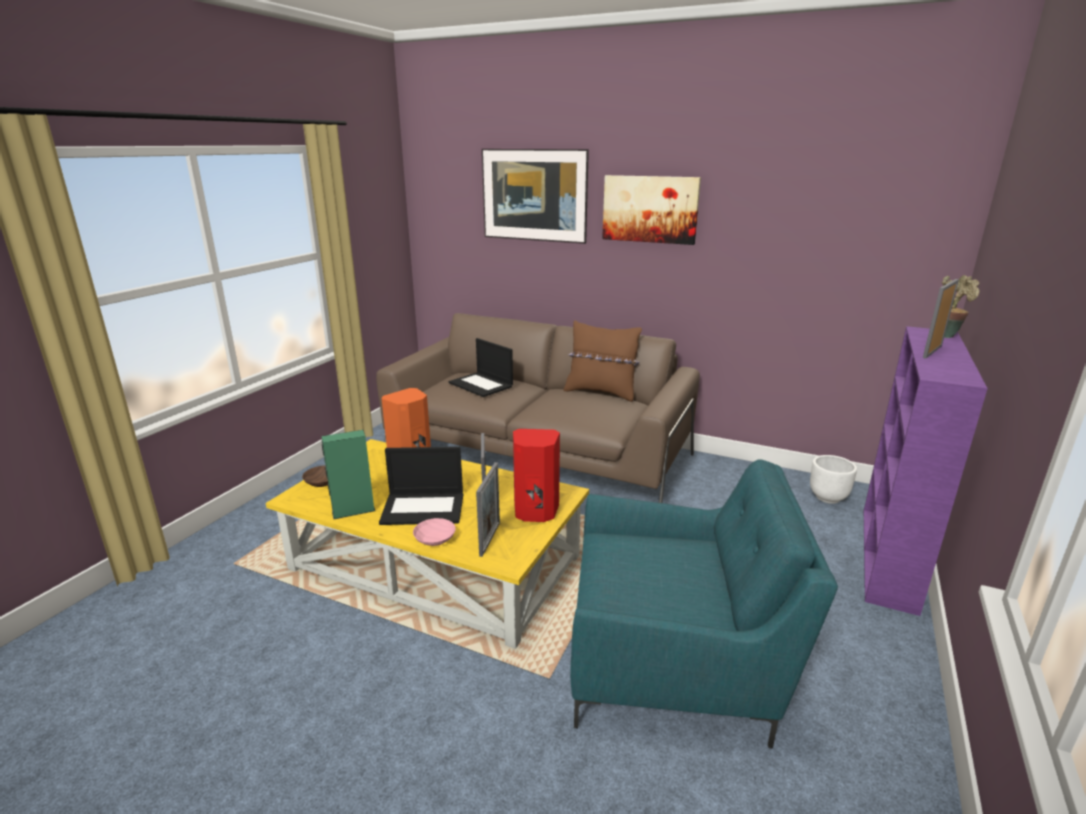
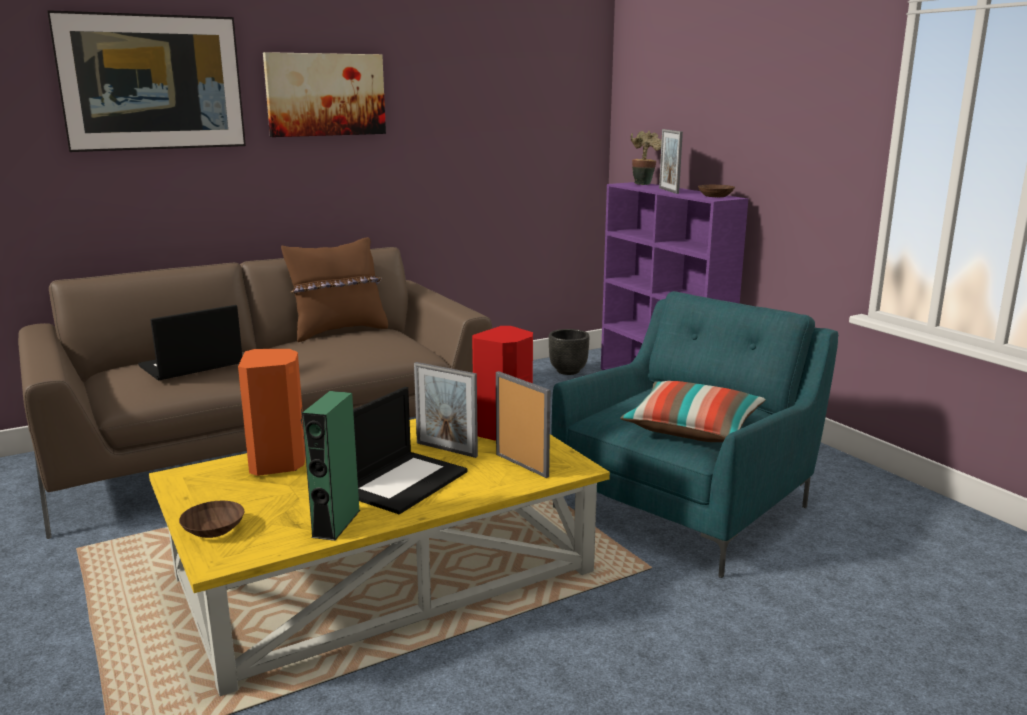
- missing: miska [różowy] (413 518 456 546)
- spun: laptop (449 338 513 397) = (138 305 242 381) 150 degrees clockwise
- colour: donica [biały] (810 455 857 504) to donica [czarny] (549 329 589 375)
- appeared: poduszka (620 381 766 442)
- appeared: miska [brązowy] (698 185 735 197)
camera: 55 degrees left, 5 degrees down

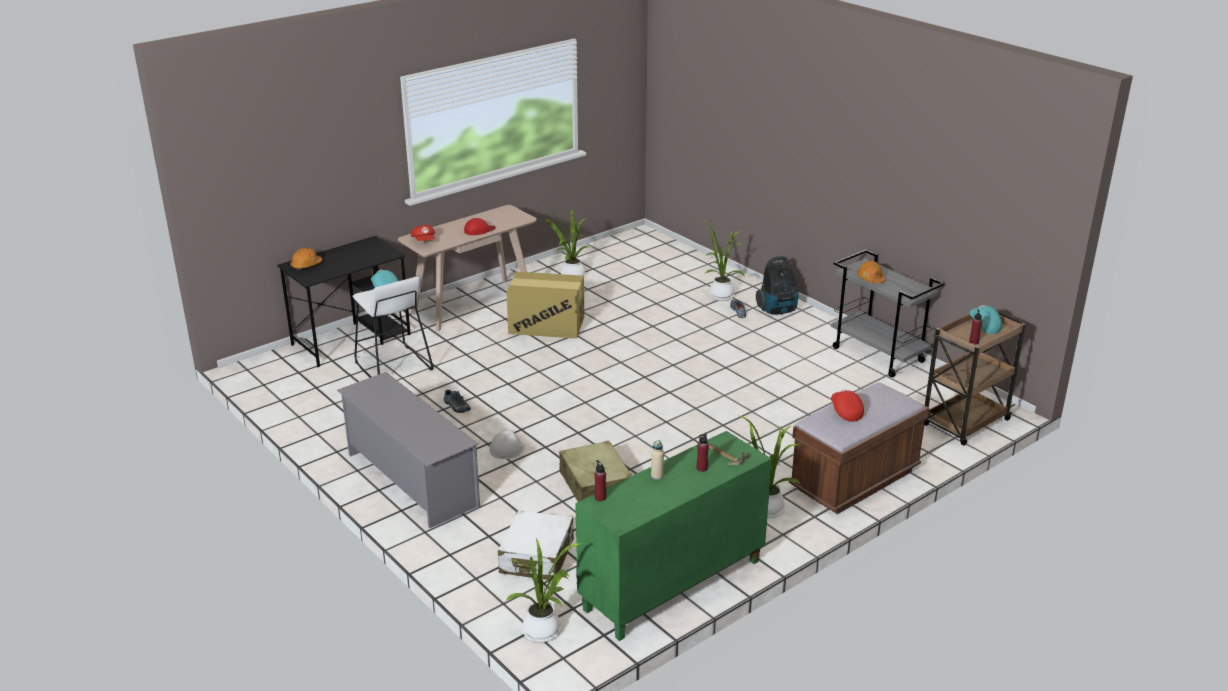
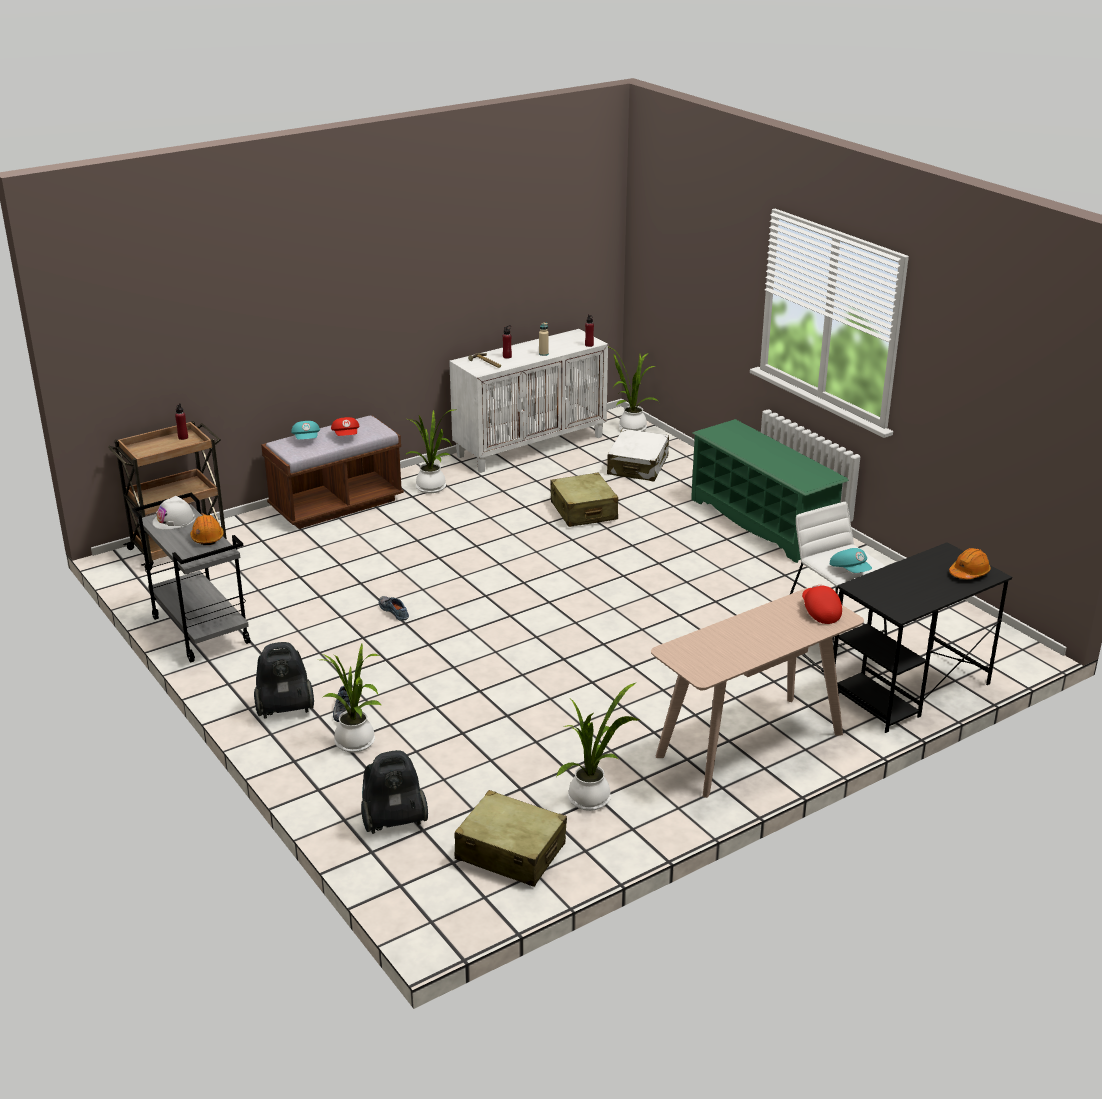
- colour: regał na buty [szary] (337 372 480 528) to regał na buty [zielony] (691 419 849 563)
- relocated: but (444 390 471 413) to (379 596 409 621)
- missing: czapka z daszkiem [czerwony] (464 218 496 235)
- relocated: kask [biały] (490 430 525 459) to (152 496 195 530)
- missing: karton (506 271 584 339)
- colour: szafka [zielony] (575 431 772 641) to szafka [biały] (449 329 608 473)
- relocated: czapka z daszkiem [turkusowy] (970 305 1002 334) to (291 421 320 439)
- appeared: odkurzacz (361 750 428 834)
- appeared: walizka [beżowy] (454 790 567 887)
camera: 175 degrees left, 0 degrees up

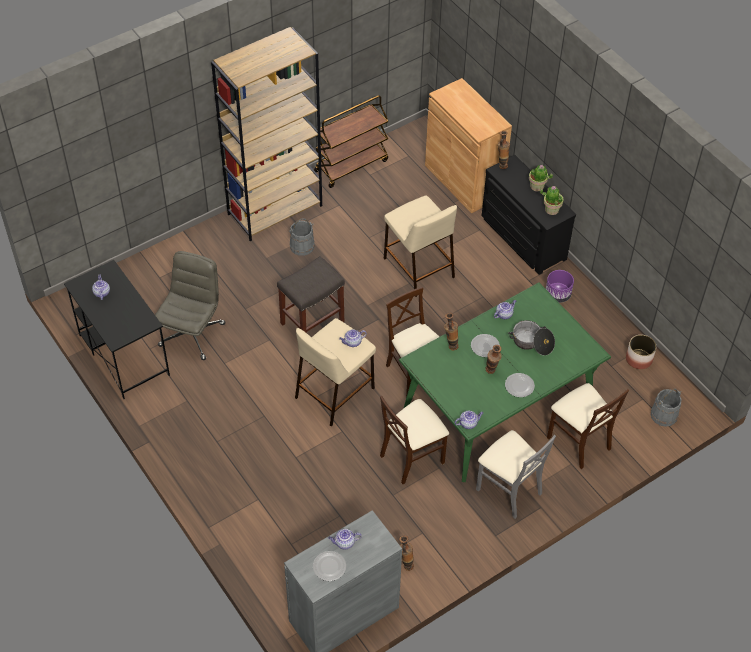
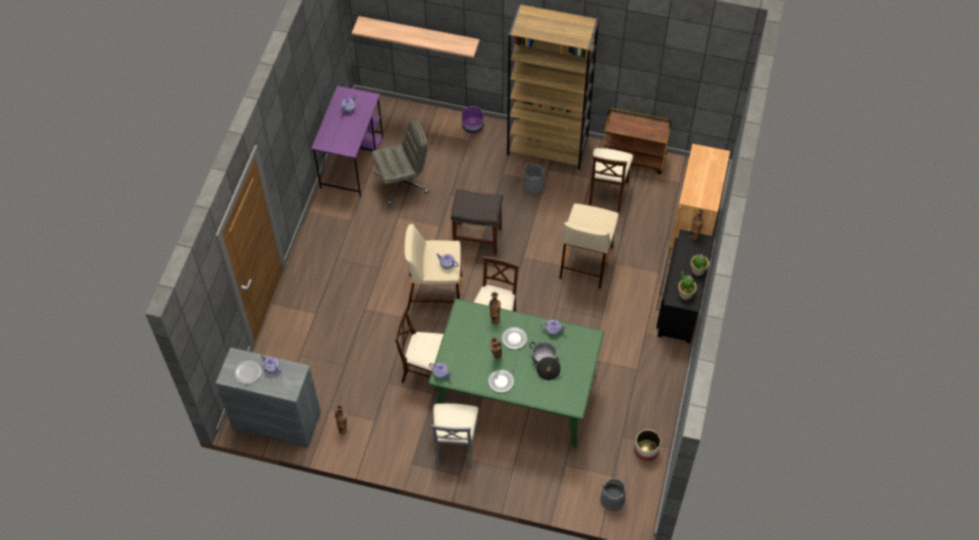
- colour: biurko [czarny] (64 260 170 399) to biurko [fioletowy] (311 86 383 197)
- relocated: donica [fioletowy] (546 270 574 303) to (462 106 484 134)
- relocated: krzesło [beżowy] (547 383 629 469) to (589 148 633 212)
- appeared: półka (352 16 480 58)
camera: 50 degrees right, 5 degrees up

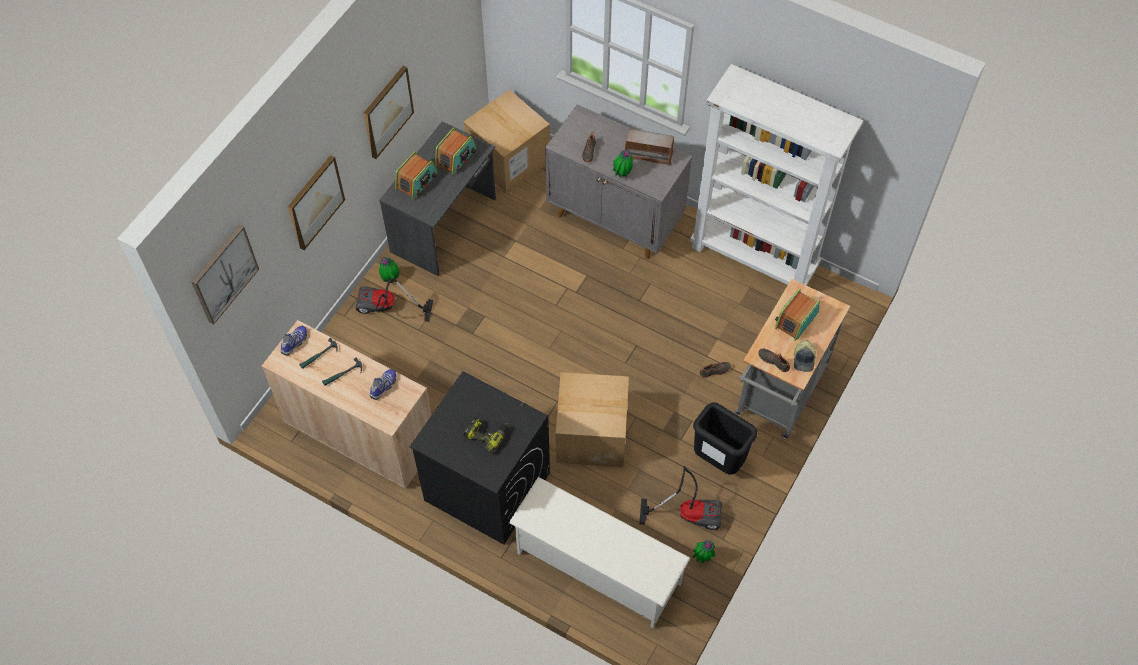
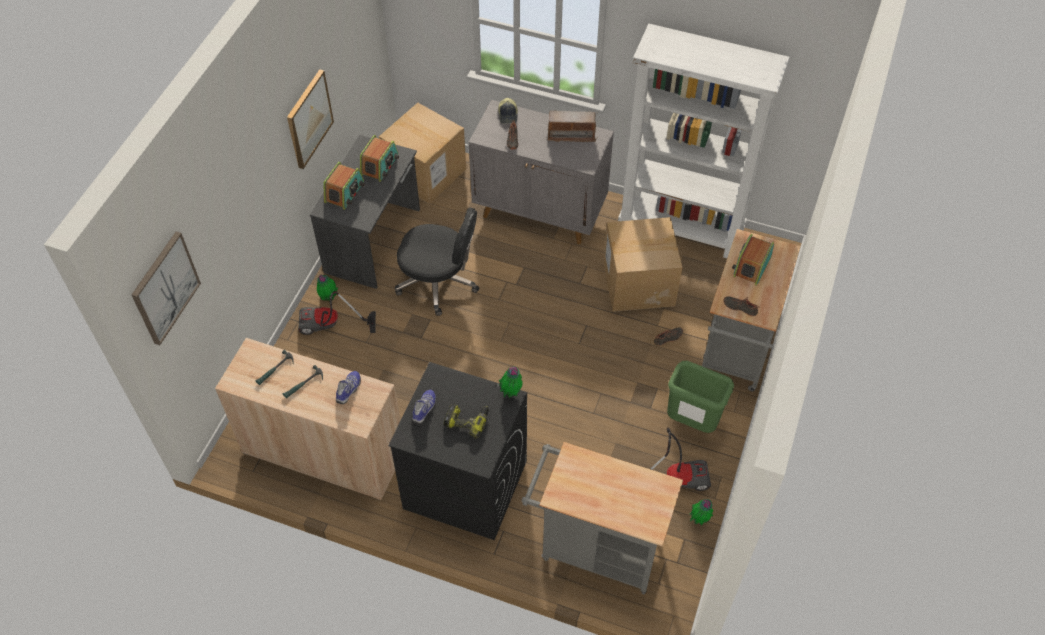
- relocated: but (281 325 307 355) to (412 389 436 424)
- missing: obraz (288 155 345 250)
- exchanged: regał na buty [biały] (509 477 690 628) to wózek [szary] (521 442 683 595)
- relocated: karton (556 372 629 467) to (603 217 683 312)
- relocated: roślina doniczkowa (613 150 633 177) to (499 366 523 399)
- colour: kosz na śmieci [czarny] (693 402 757 475) to kosz na śmieci [zielony] (667 361 734 433)
- relocated: czapka z daszkiem (794 340 816 372) to (498 98 518 123)
- appeared: krzesło biurowe [czarny] (395 207 479 316)
camera: 10 degrees left, 5 degrees down

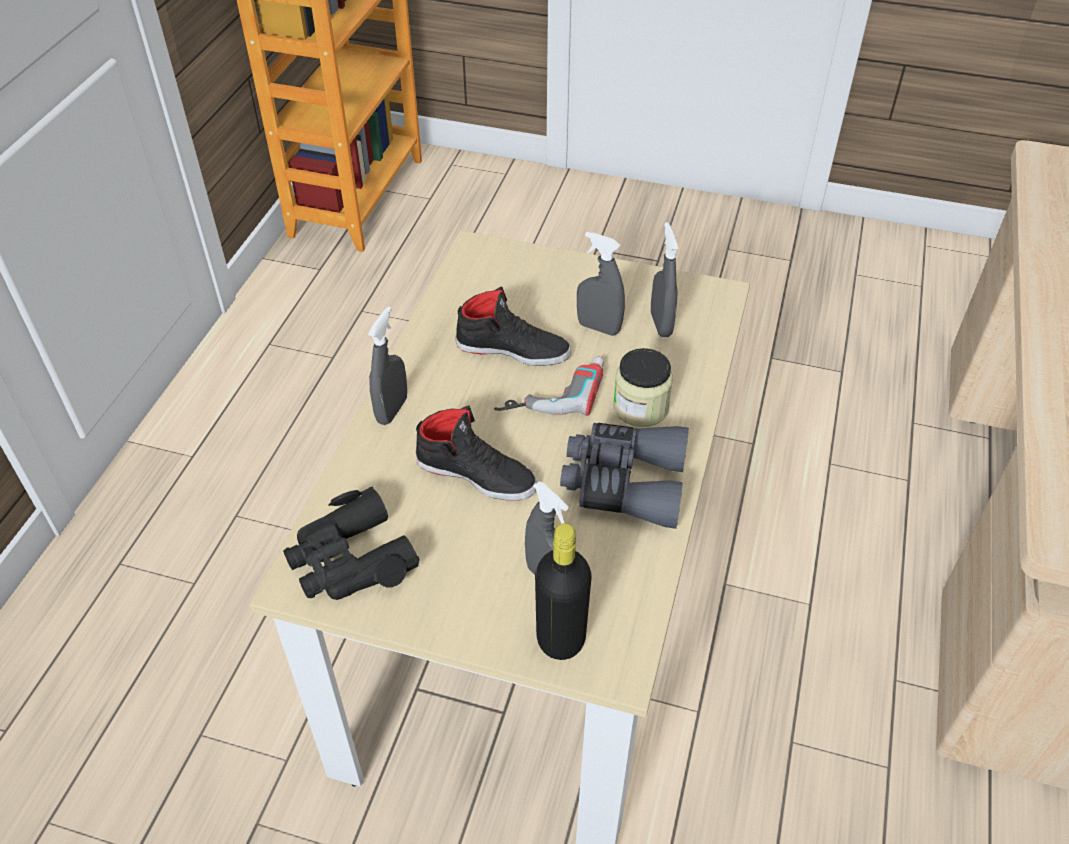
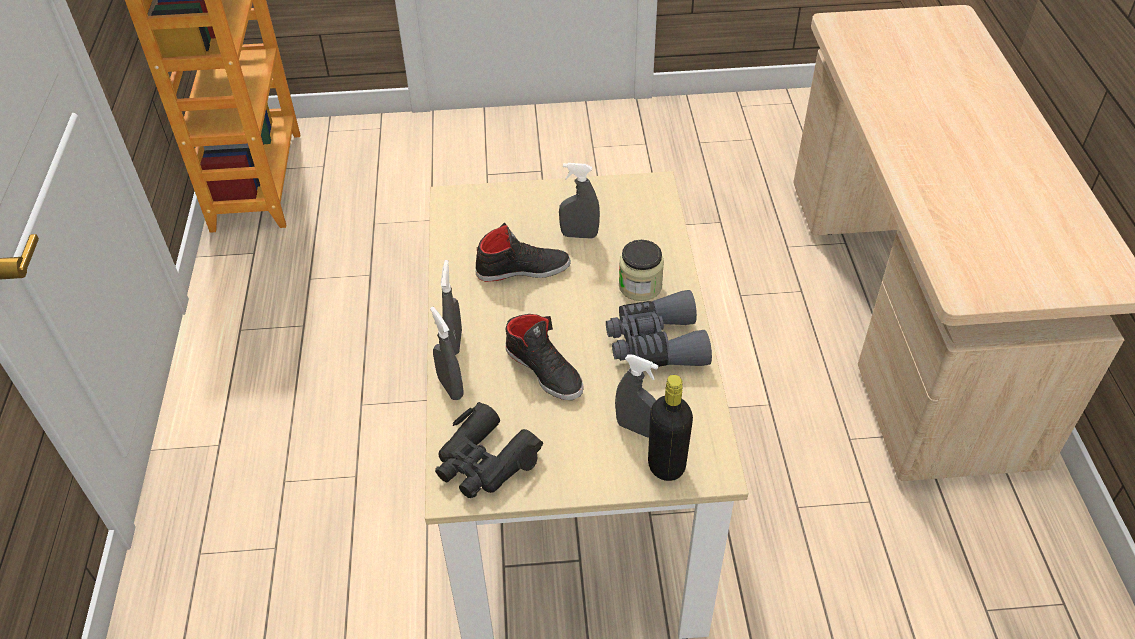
- spun: but [czarny] (415 405 537 500) = (505 314 584 400) 45 degrees clockwise
- missing: wiertarka (494 356 604 416)
- relocated: spryskiwacz [szary] (651 222 679 337) to (430 307 464 400)
camera: 20 degrees left, 0 degrees up

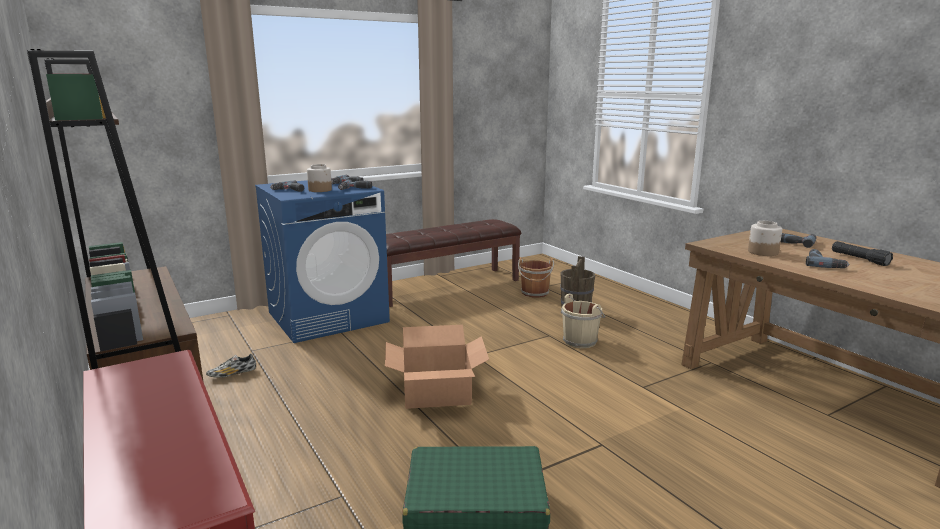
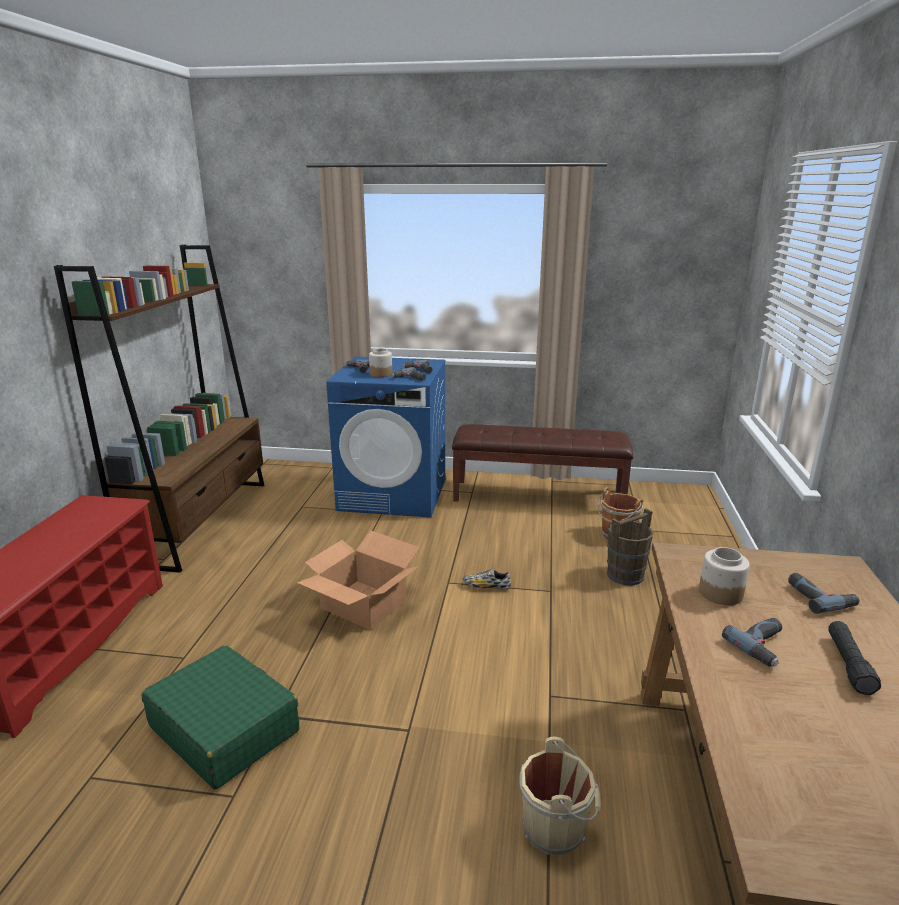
- relocated: but (206 354 256 378) to (463 569 511 590)
- relocated: wiadro [beżowy] (561 294 605 348) to (519 737 601 855)
camera: 40 degrees right, 5 degrees up

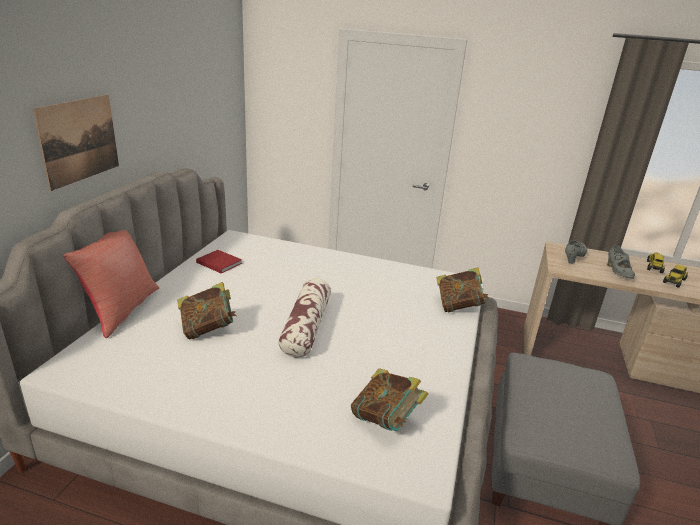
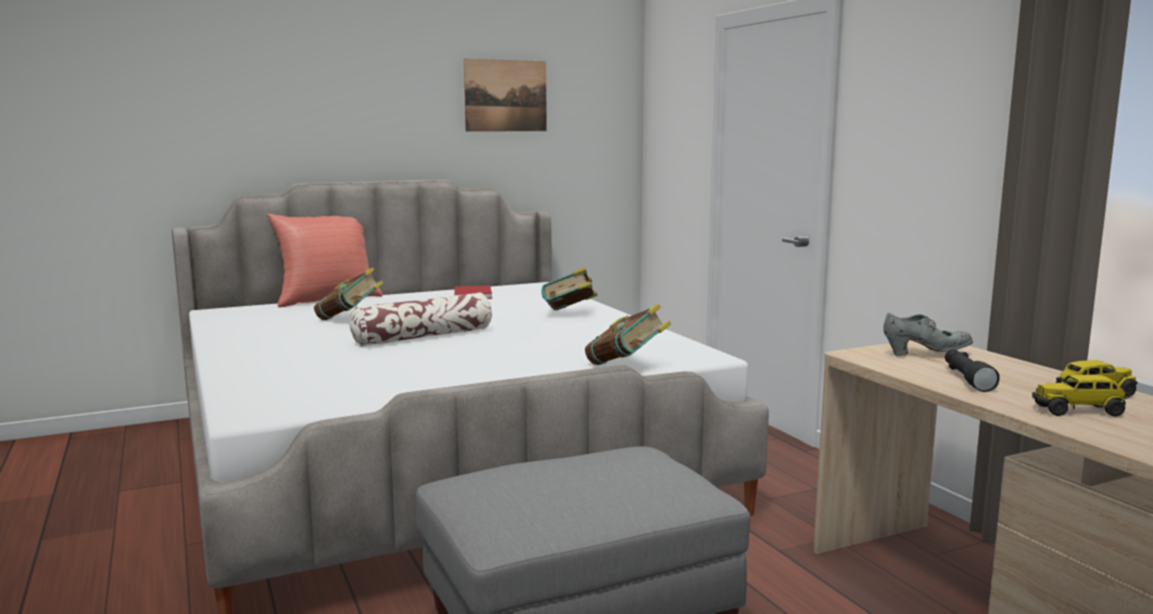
- relocated: obraz (33 94 119 191) to (464 59 547 131)
- relocated: książka (351 368 428 431) to (541 267 598 310)
- exchanged: but [szary] (607 245 635 279) to latarka [czarny] (945 349 1000 392)
camera: 50 degrees right, 15 degrees down

